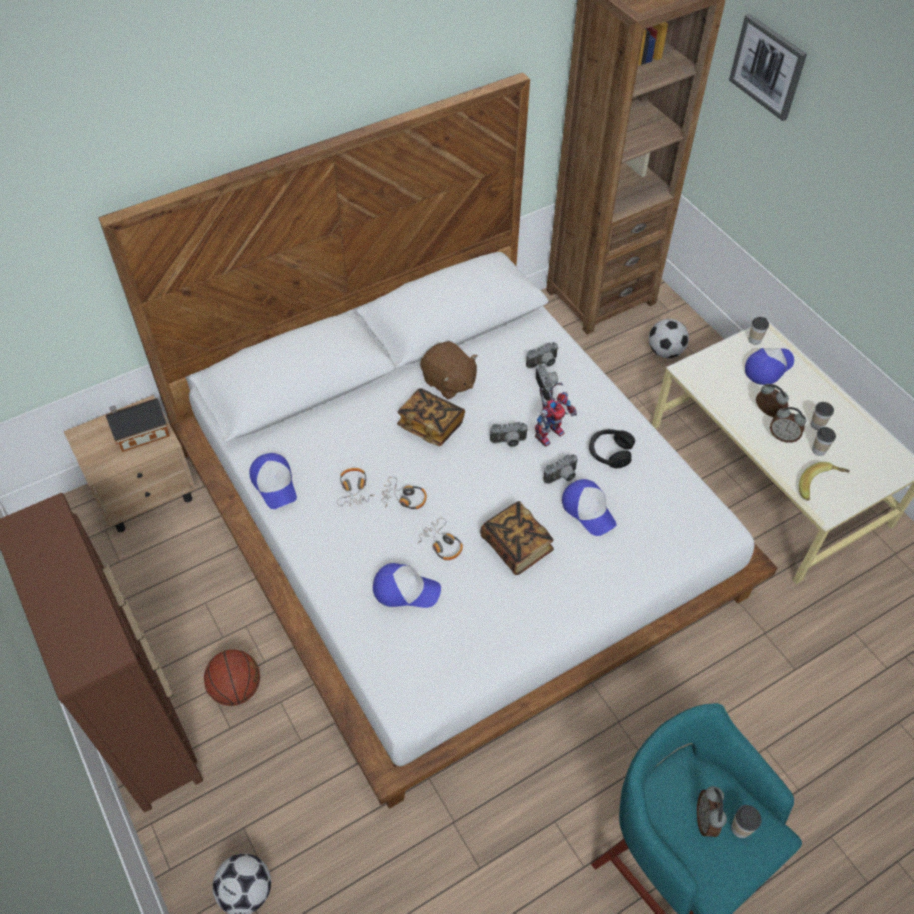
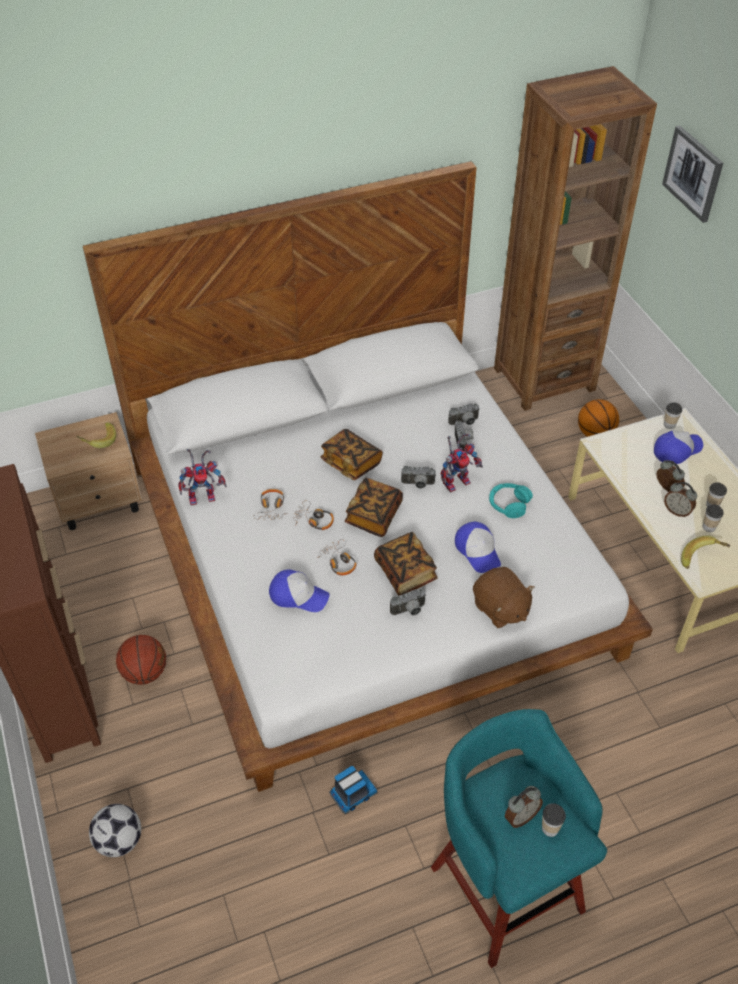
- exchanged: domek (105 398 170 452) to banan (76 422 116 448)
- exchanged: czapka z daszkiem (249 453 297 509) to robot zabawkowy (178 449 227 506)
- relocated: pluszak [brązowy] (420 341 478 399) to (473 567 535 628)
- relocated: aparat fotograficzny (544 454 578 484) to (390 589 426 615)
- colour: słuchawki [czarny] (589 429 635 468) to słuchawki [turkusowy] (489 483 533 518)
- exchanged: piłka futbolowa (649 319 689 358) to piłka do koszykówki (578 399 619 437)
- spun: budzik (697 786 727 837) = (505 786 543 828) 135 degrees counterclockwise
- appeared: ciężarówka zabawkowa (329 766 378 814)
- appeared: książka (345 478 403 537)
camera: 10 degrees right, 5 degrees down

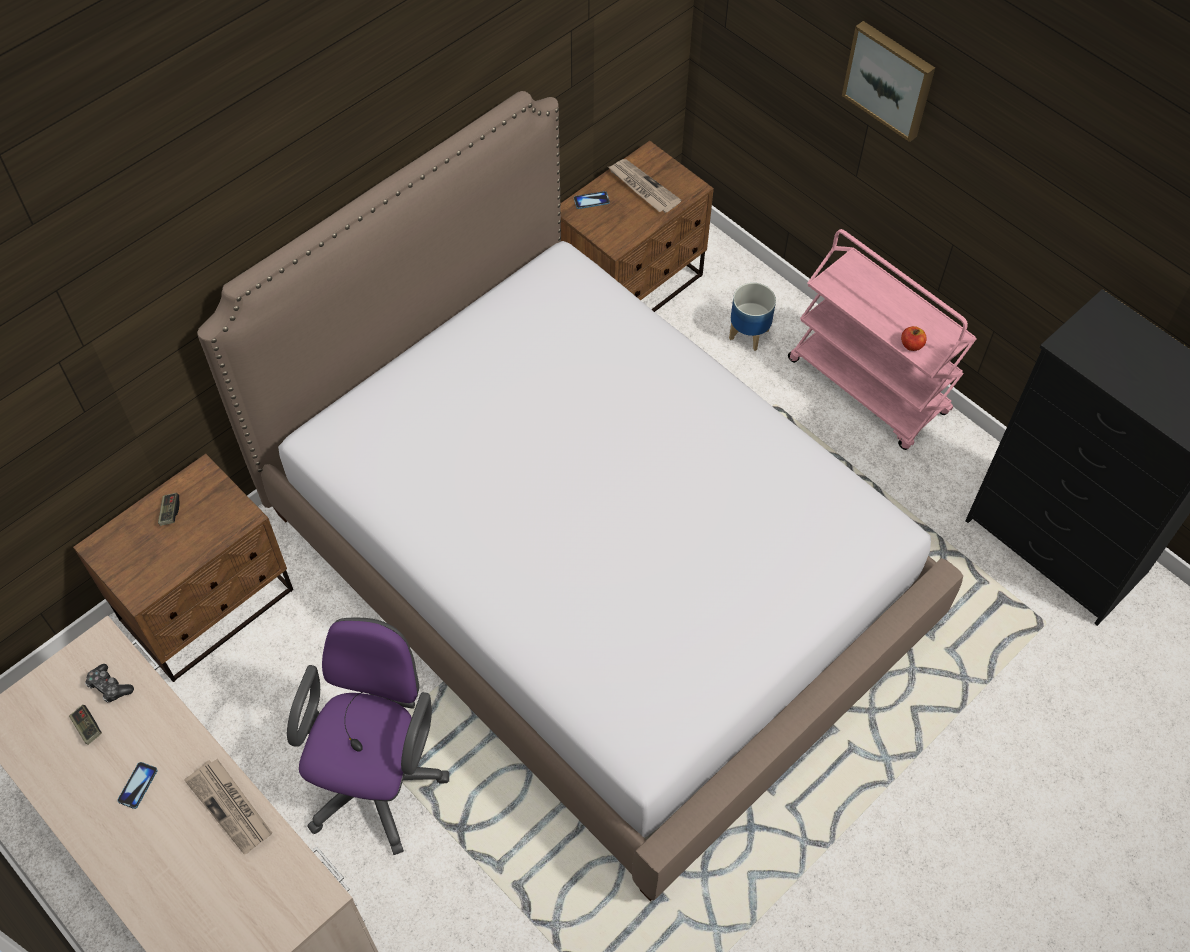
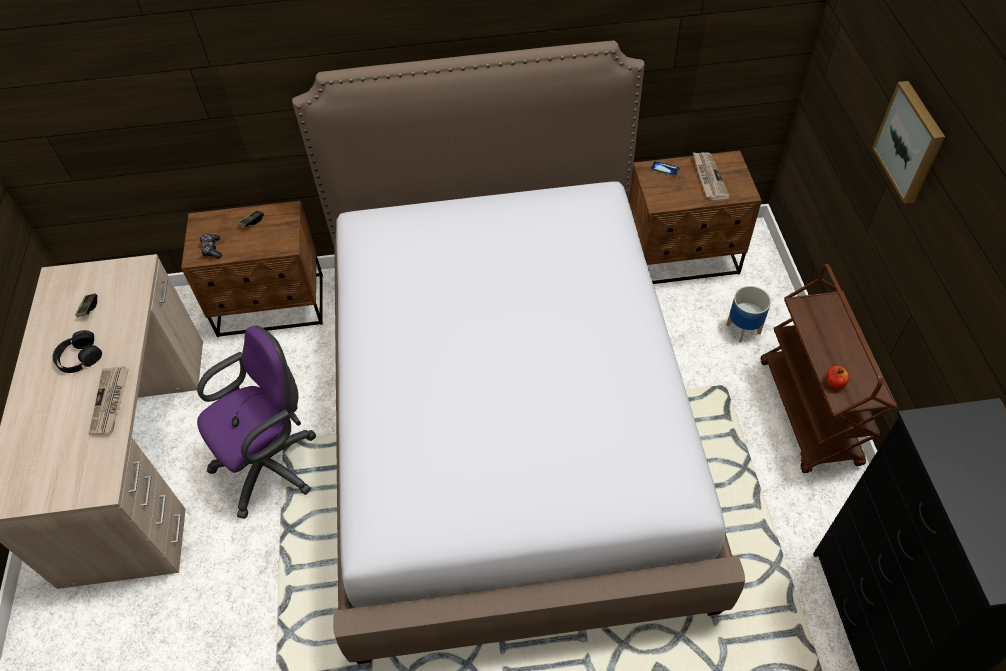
- relocated: pad do gier (85 664 134 703) to (199 234 222 258)
- exchanged: telefon (117 762 158 809) to słuchawki [czarny] (53 330 102 373)
- colour: wózek [różowy] (788 229 977 450) to wózek [brązowy] (761 264 897 473)
camera: 40 degrees right, 5 degrees down

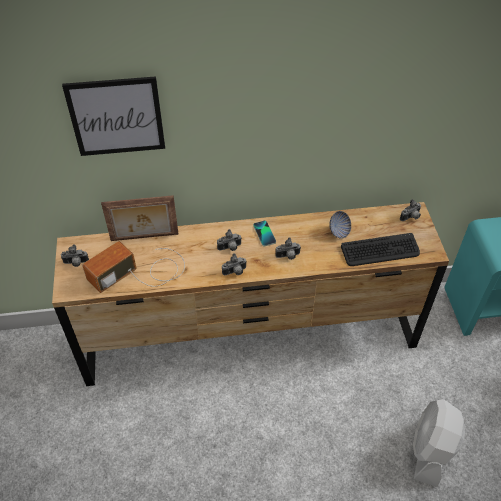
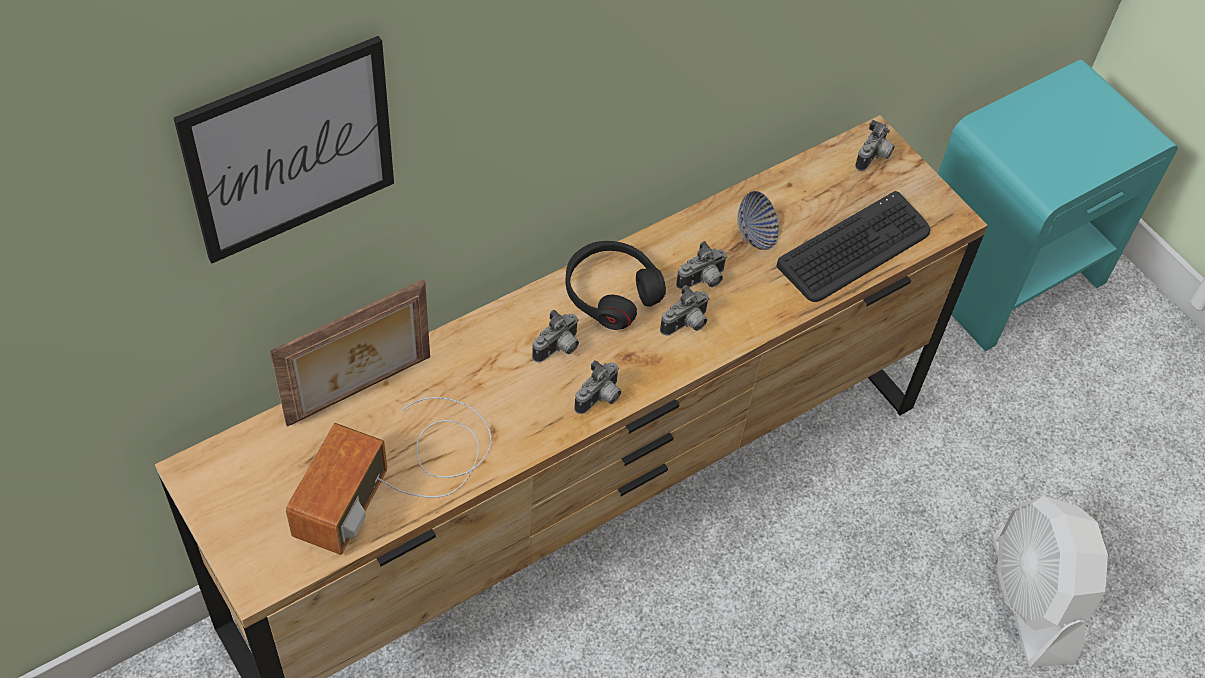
- relocated: aparat fotograficzny (61 244 89 267) to (676 241 727 289)
- exchanged: telefon (253 221 276 246) to słuchawki [czarny] (566 241 666 330)
camera: 30 degrees left, 5 degrees up

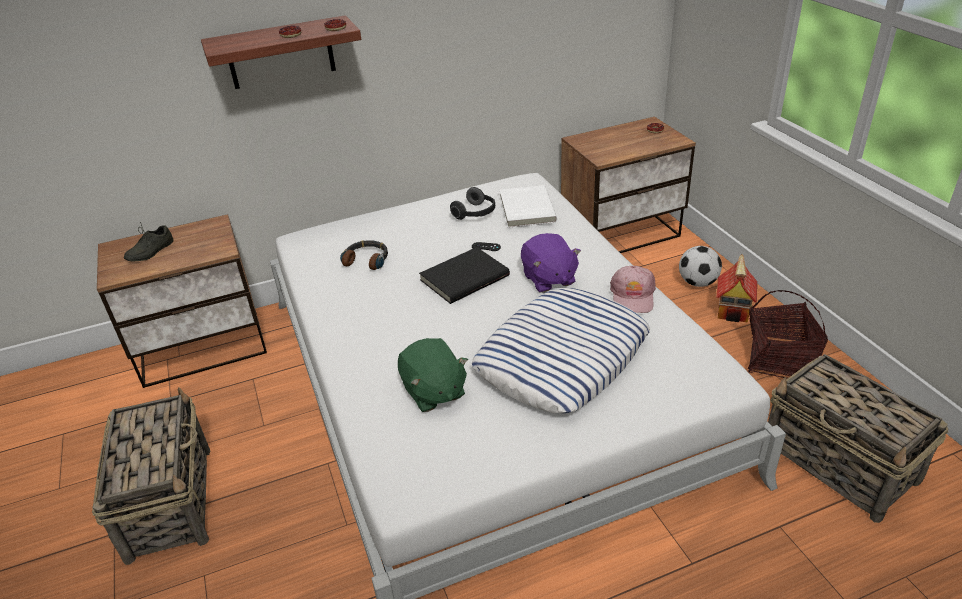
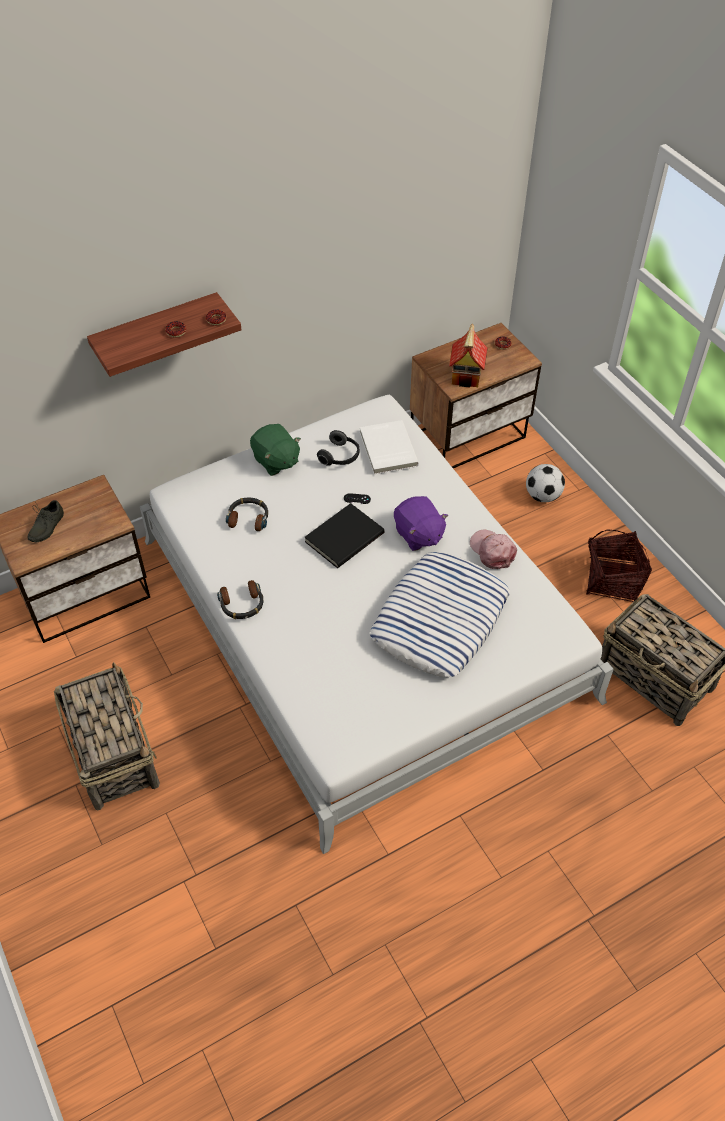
- relocated: pluszak [zielony] (398 338 468 412) to (250 424 301 476)
- spun: czapka z daszkiem [różowy] (610 266 656 313) = (470 530 517 569) 150 degrees clockwise
- relocated: domek (716 254 757 323) to (449 323 487 387)
- appeared: słuchawki (217 580 264 619)
camera: 10 degrees left, 15 degrees up

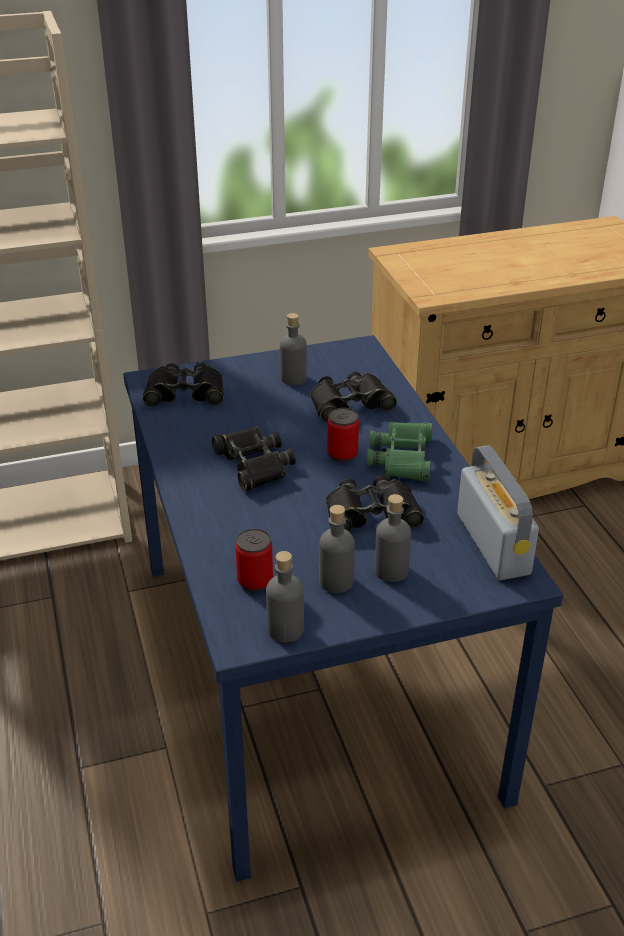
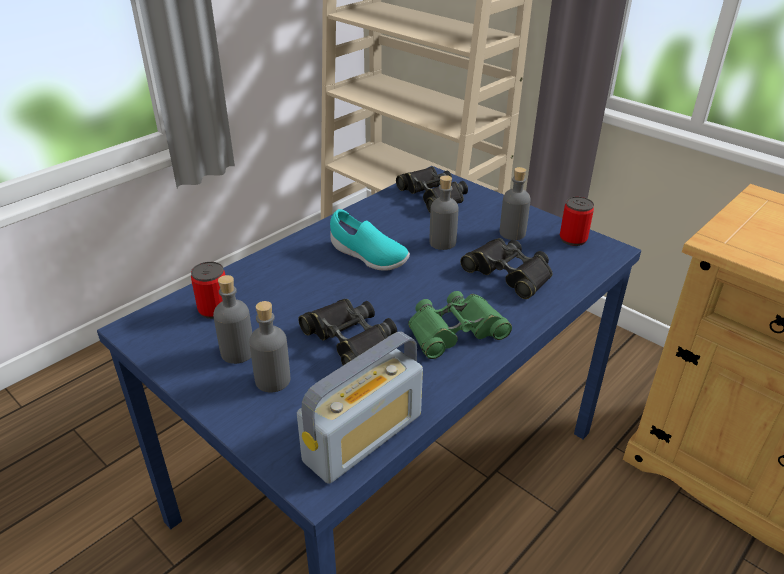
- exchanged: lornetka [czarny] (212 427 296 491) to but [turkusowy] (330 209 410 271)
- relocated: butelka [szary] (266 551 304 642) to (430 175 459 250)
- relocated: puszka (327 408 359 462) to (560 197 594 246)
camera: 60 degrees right, 0 degrees up

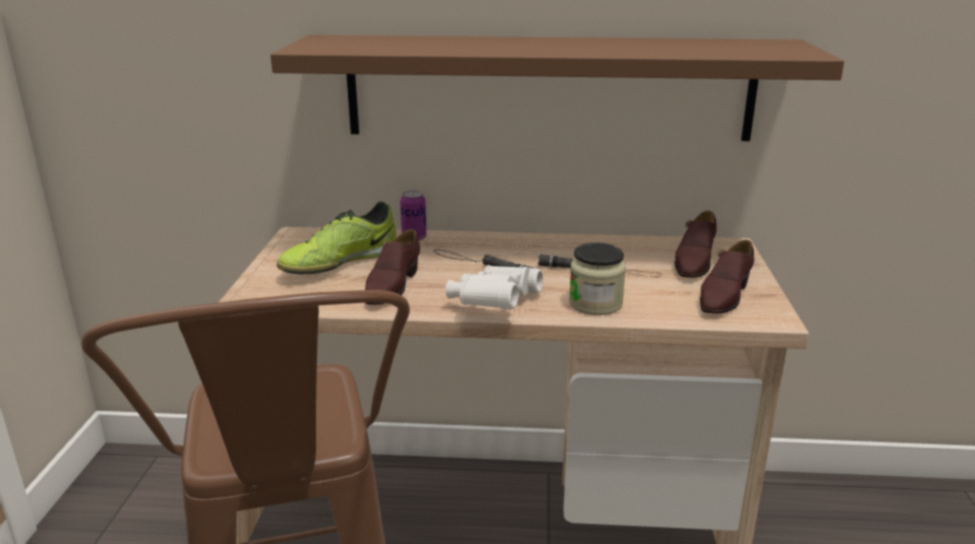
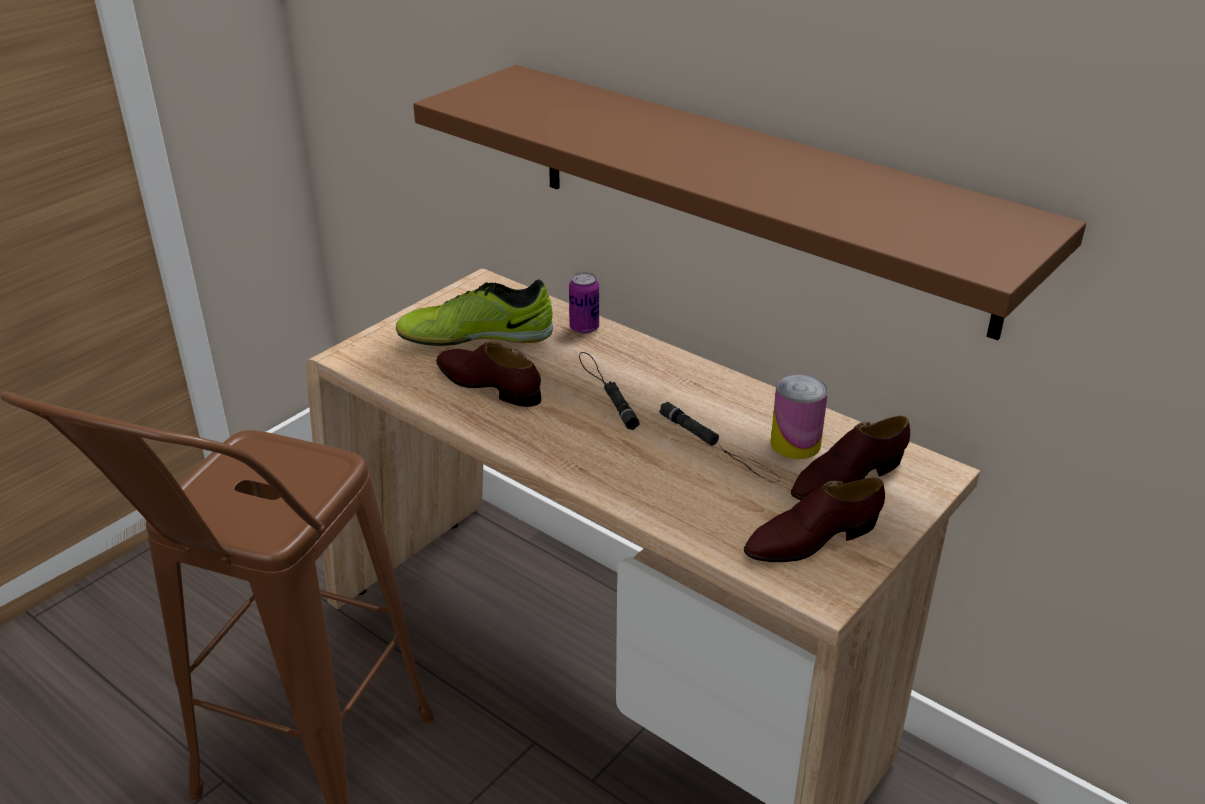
- spun: but [brązowy] (365 229 420 305) = (436 342 541 407) 75 degrees clockwise
- missing: lornetka [biały] (446 265 543 309)
- missing: słoik (569 243 626 315)
- appeared: puszka (771 375 828 459)
camera: 35 degrees right, 10 degrees up

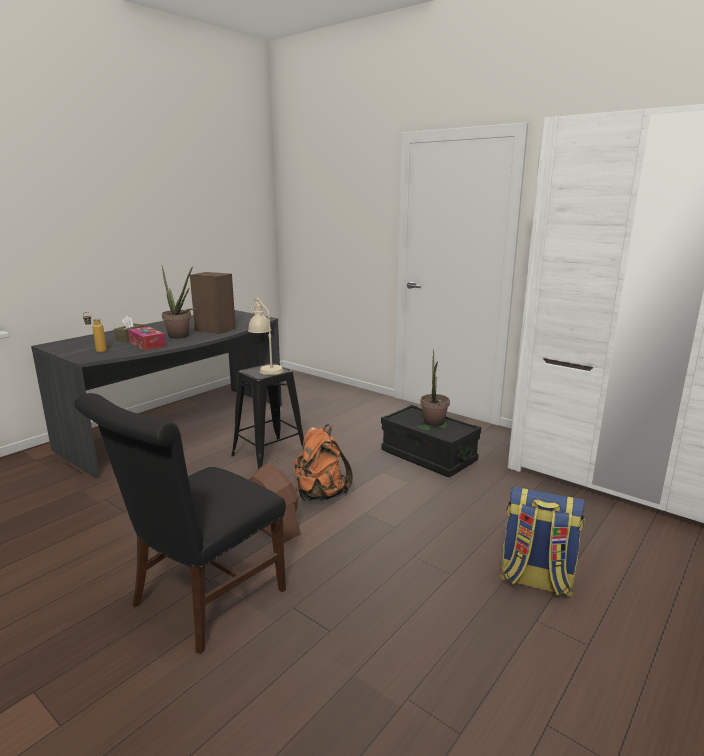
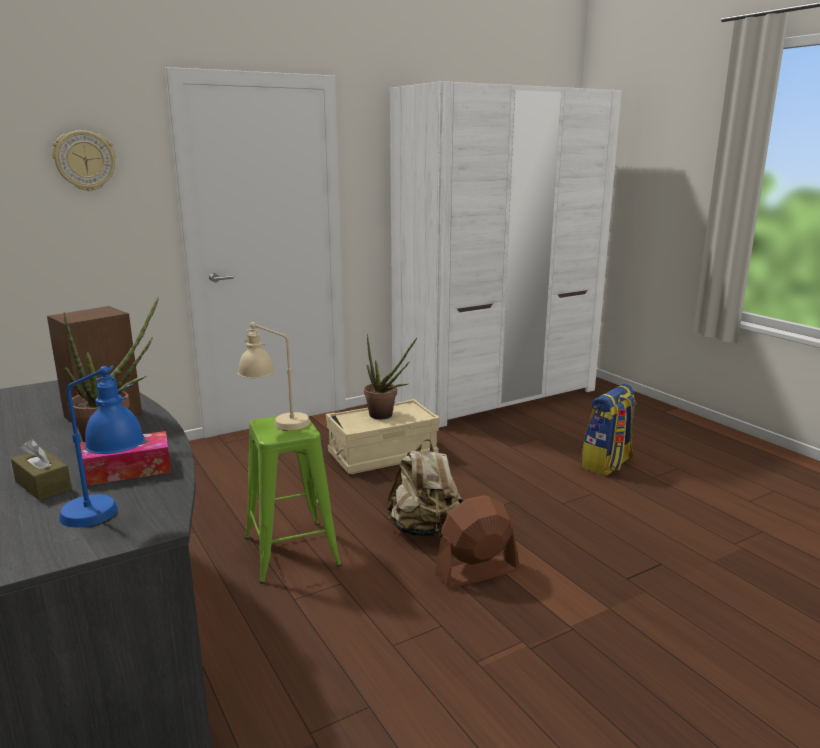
- missing: krzesło [czarny] (74 393 286 654)
- exchanged: butelka (83 312 107 352) to lampa stołowa [niebieski] (59 365 145 527)
- colour: stołek [czarny] (231 363 304 469) to stołek [zielony] (245 413 342 584)
- colour: plecak [pomarańczowy] (294 425 353 501) to plecak [beżowy] (385 439 463 539)
- colour: pojemnik do przechowywania [czarny] (381 405 481 477) to pojemnik do przechowywania [beżowy] (326 399 440 474)
- appeared: zegar ścienny (52 130 116 191)
camera: 70 degrees left, 0 degrees up

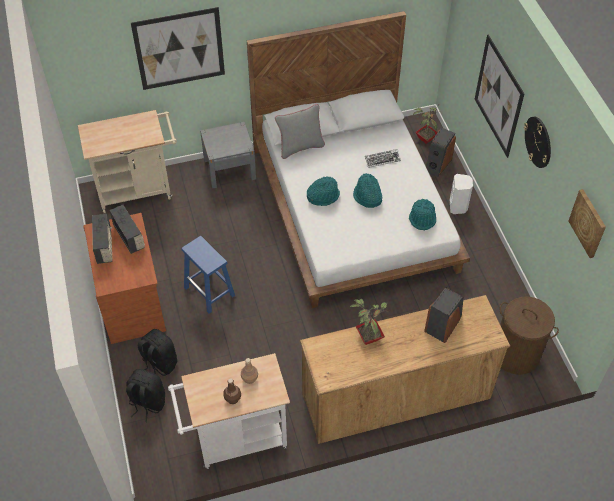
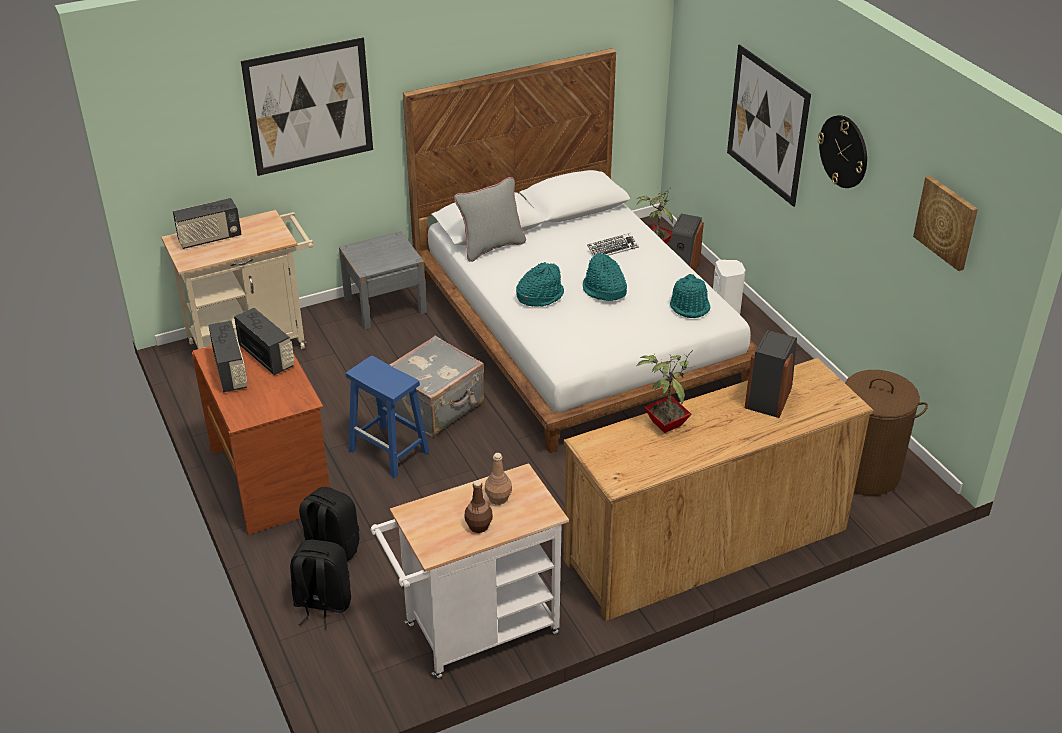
- appeared: radio (173 198 241 249)
- appeared: walizka [szary] (389 335 484 436)
camera: 10 degrees left, 15 degrees down

